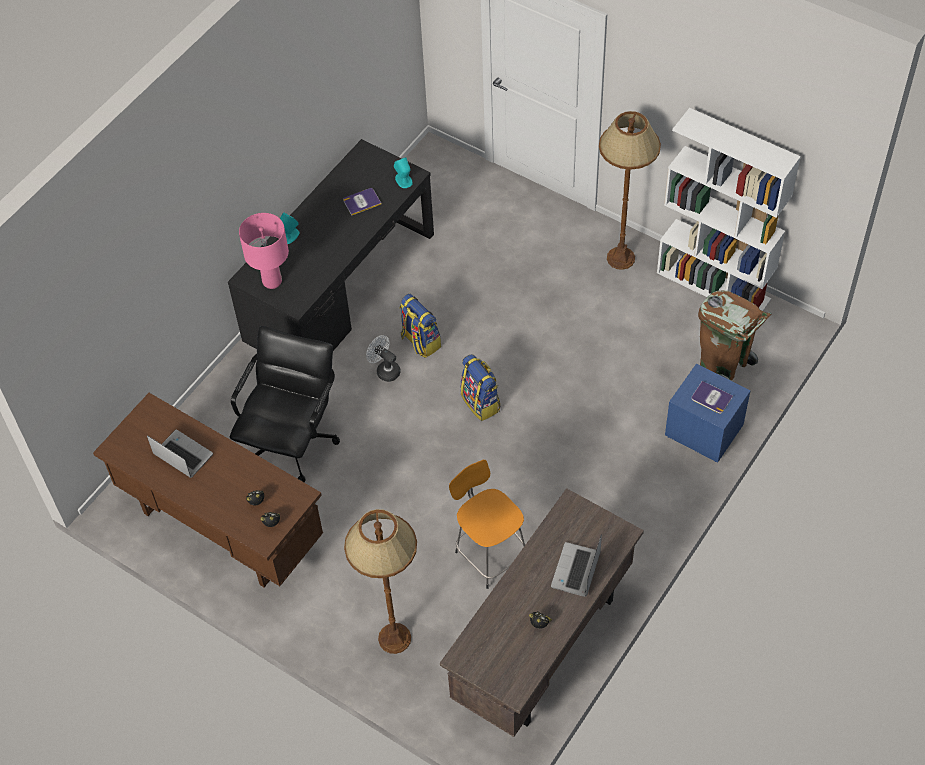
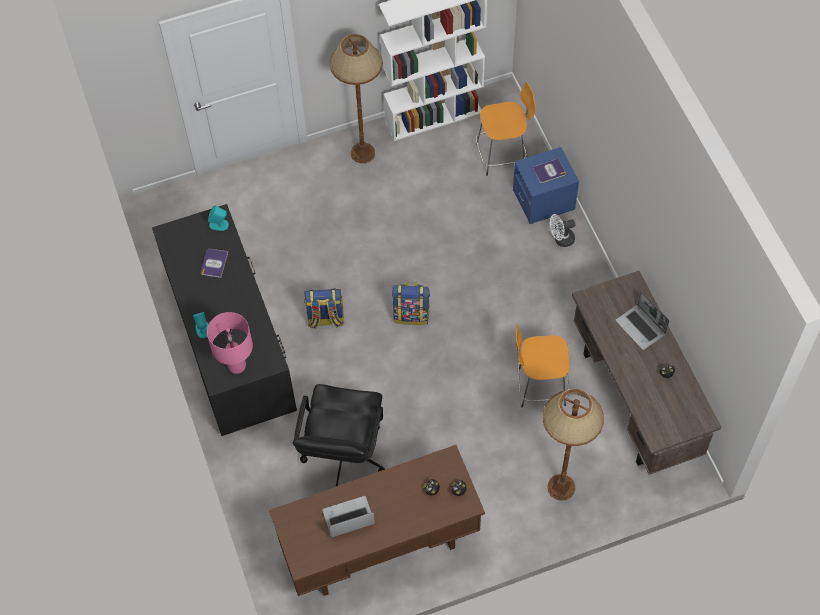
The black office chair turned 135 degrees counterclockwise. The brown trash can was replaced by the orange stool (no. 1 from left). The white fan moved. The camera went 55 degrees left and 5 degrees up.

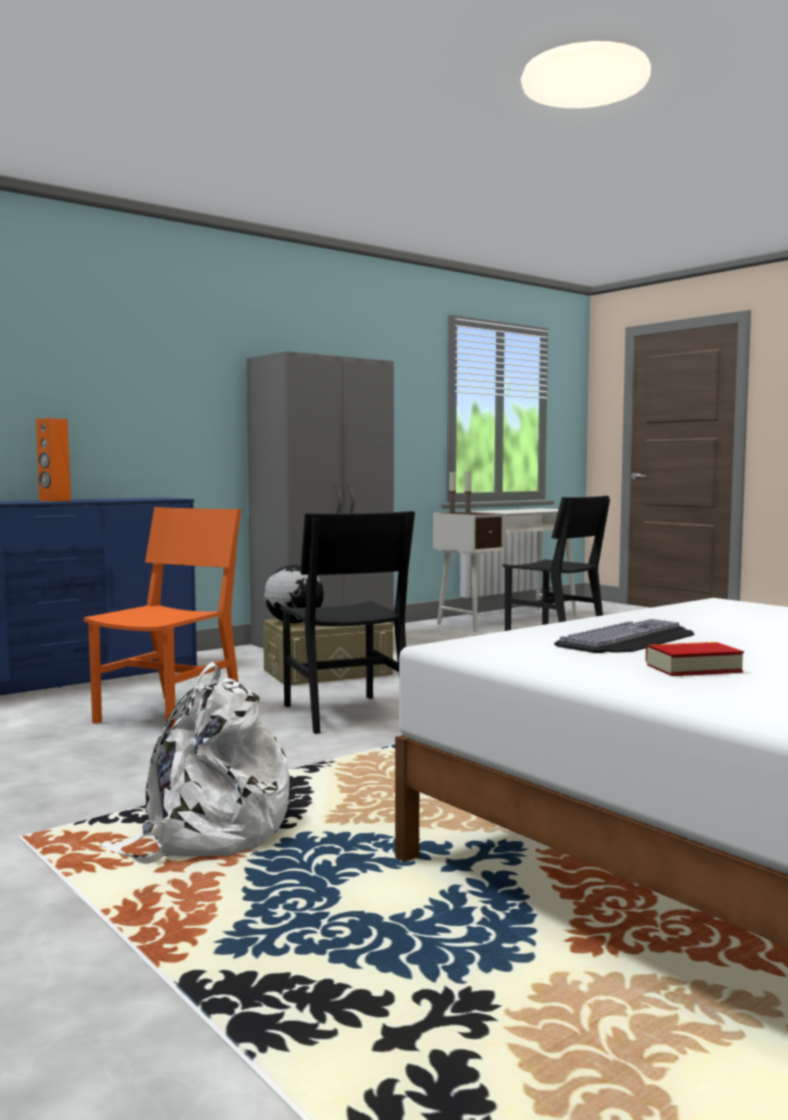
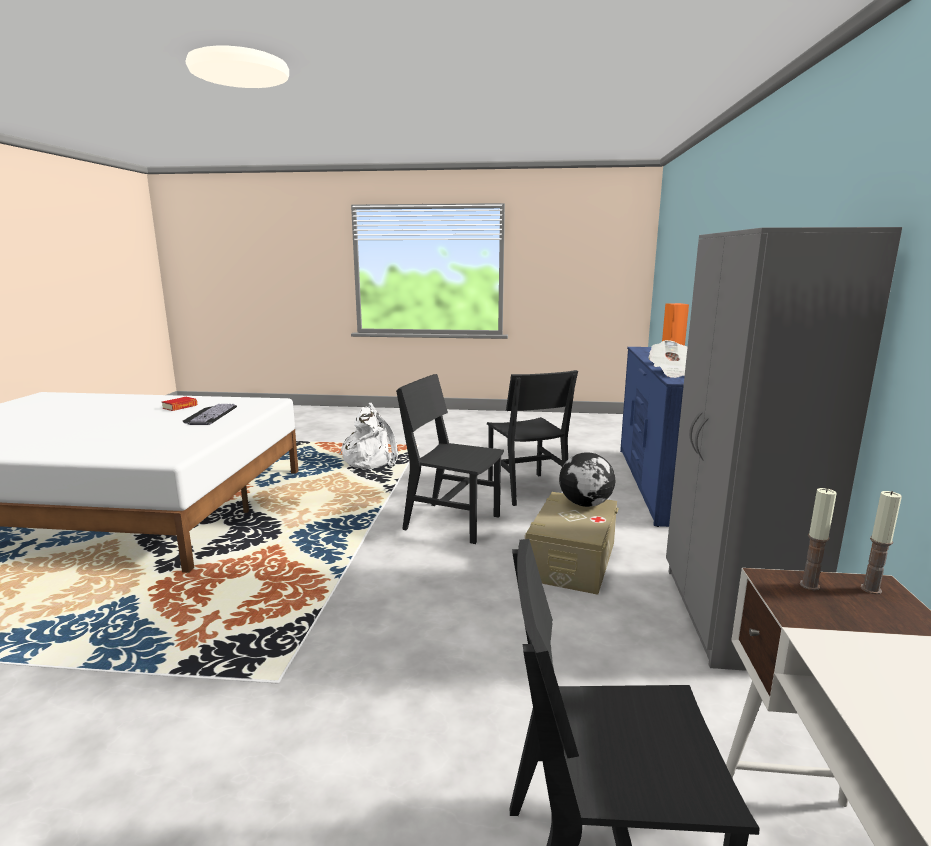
The orange chair became the black chair (no. 2 from left). The newspaper appeared. The camera went 135 degrees right and 10 degrees up.

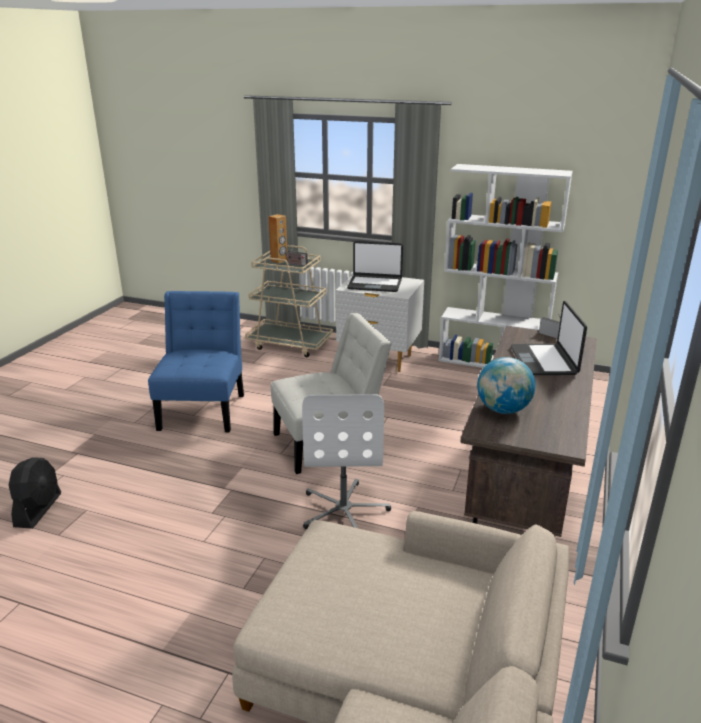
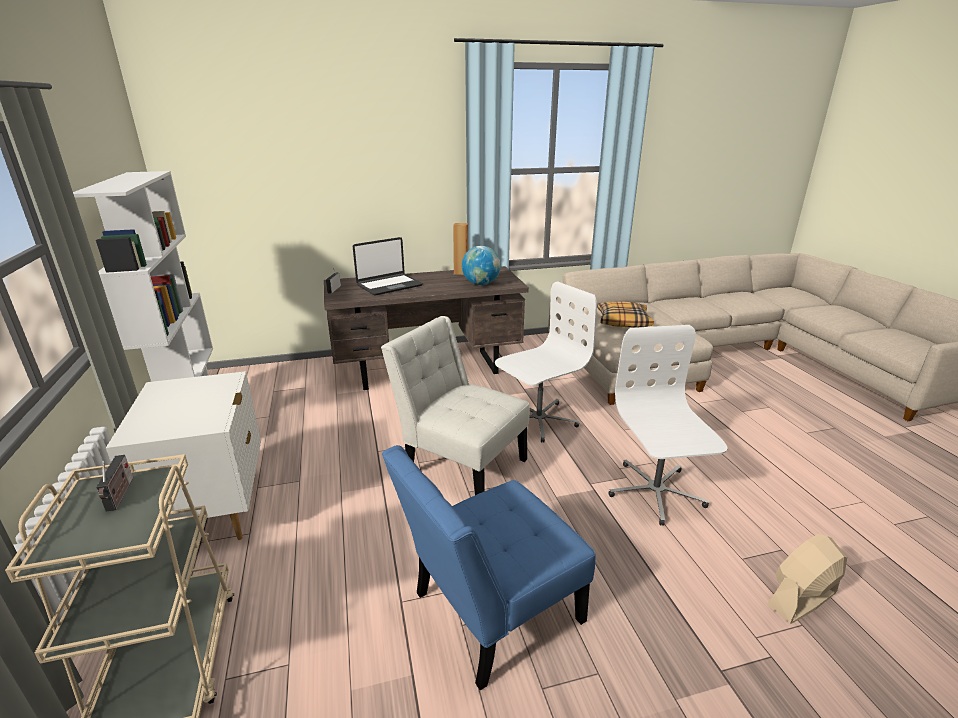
The brown speaker moved. The pillow appeared. The white office chair (no. 2 from left) appeared. The black fan became the beige fan. The laptop (no. 1 from left) disappeared. The camera went 125 degrees left and 0 degrees up.

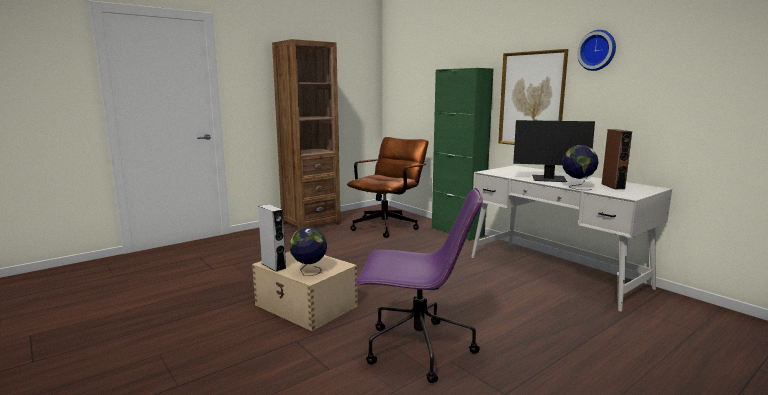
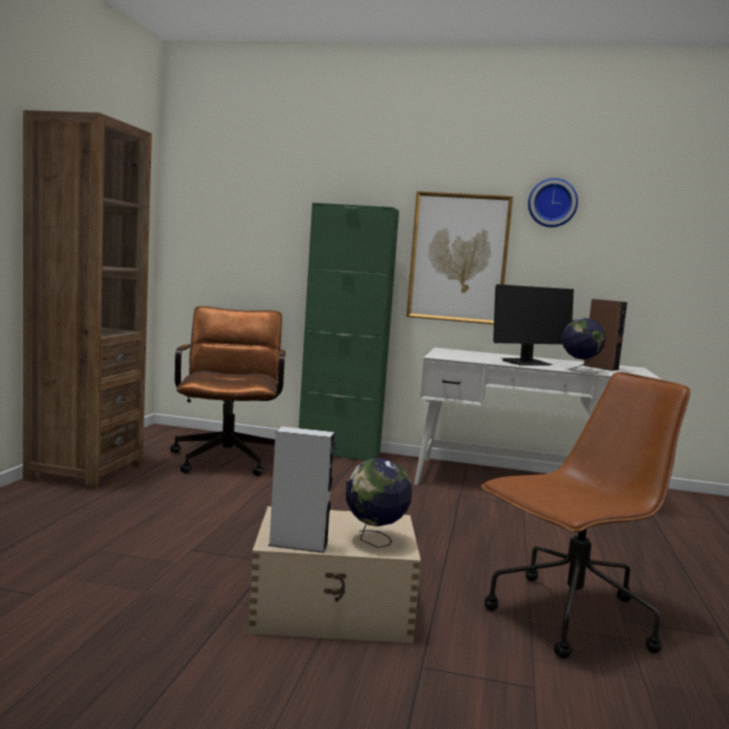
The purple office chair became the brown office chair (no. 2 from left). The camera went 40 degrees left and 5 degrees down.

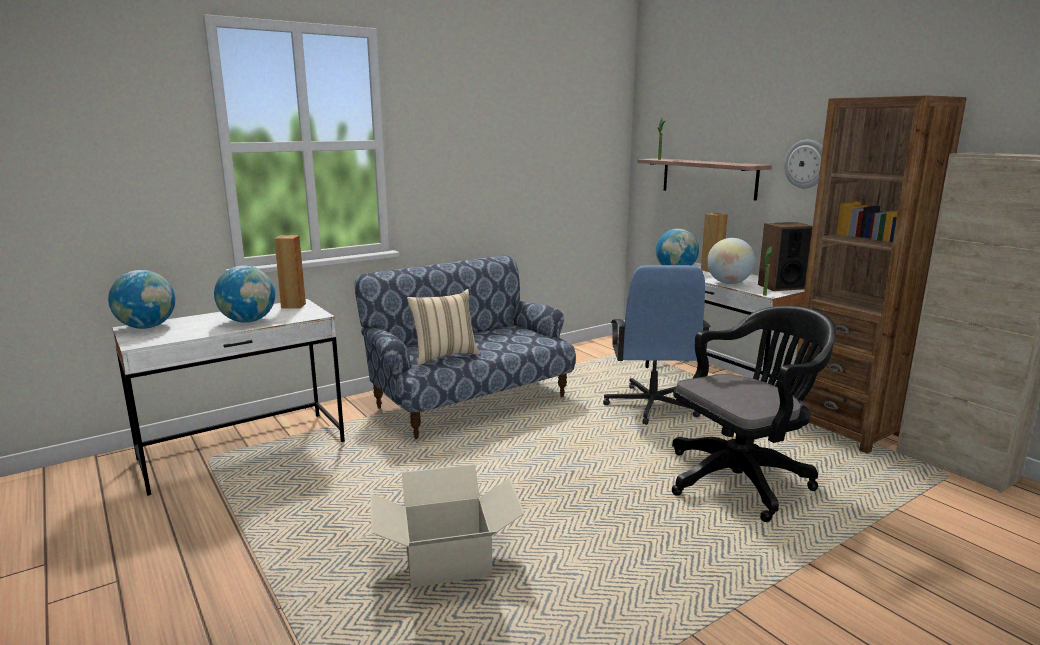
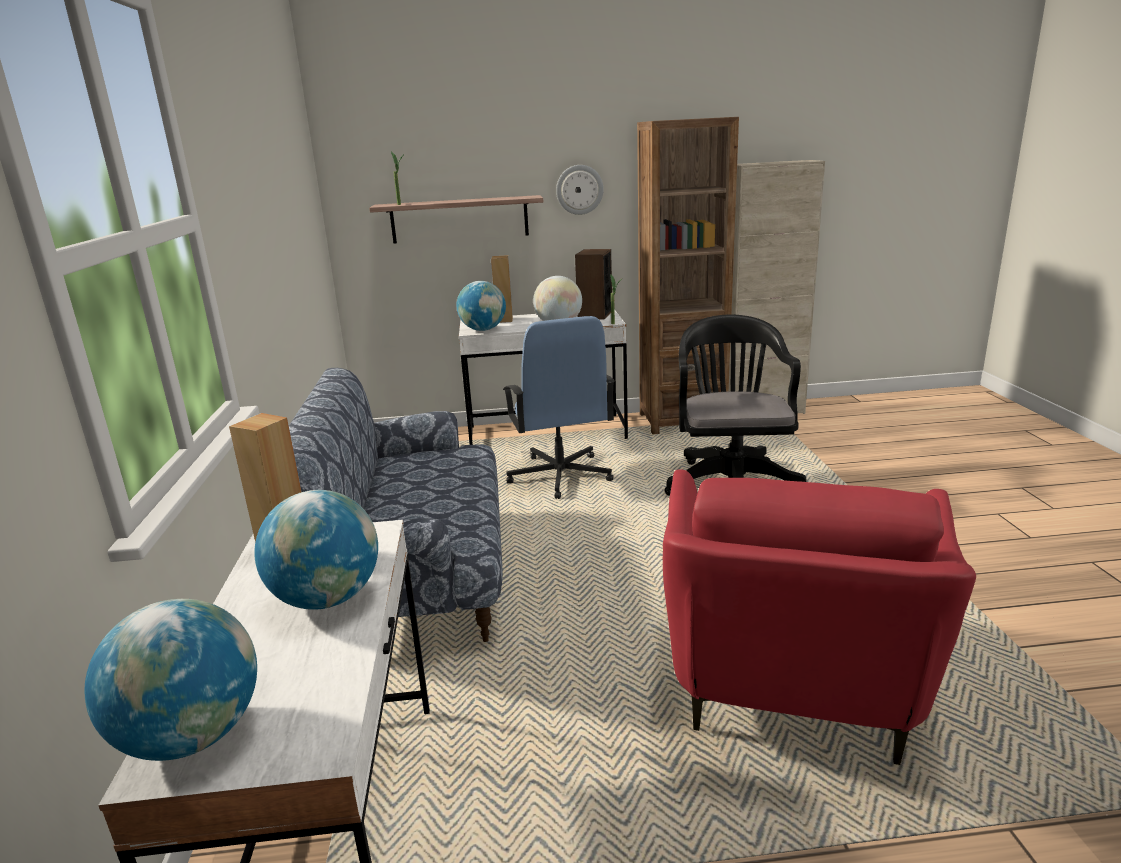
The blue office chair turned 45 degrees clockwise. The cardboard box was replaced by the red armchair. The beige pillow disappeared. The camera went 60 degrees left and 5 degrees up.

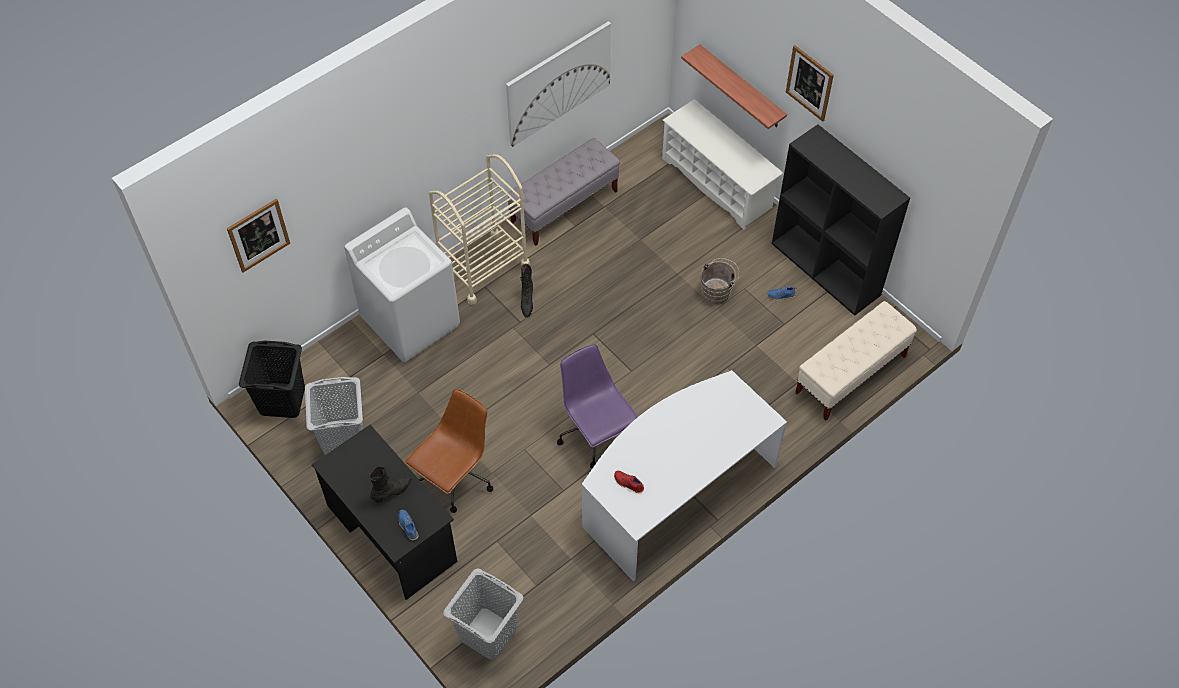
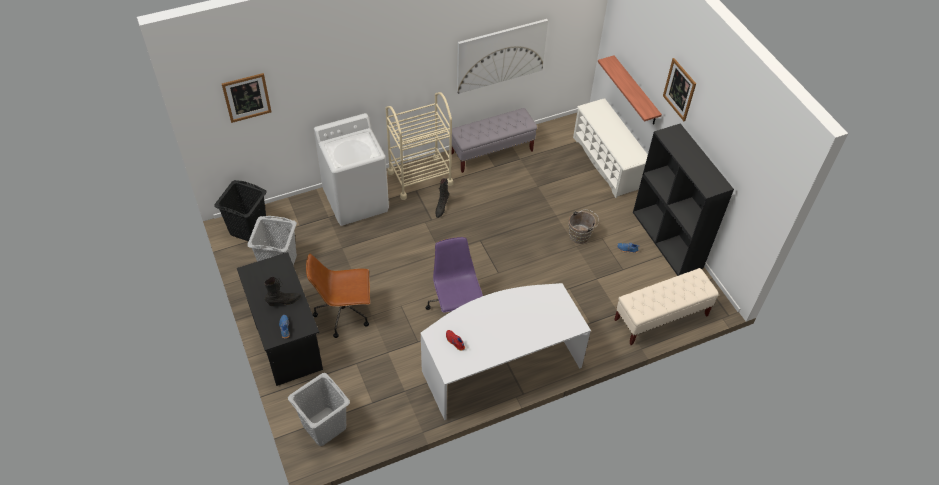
The brown office chair turned 150 degrees counterclockwise. The camera went 15 degrees right and 5 degrees down.

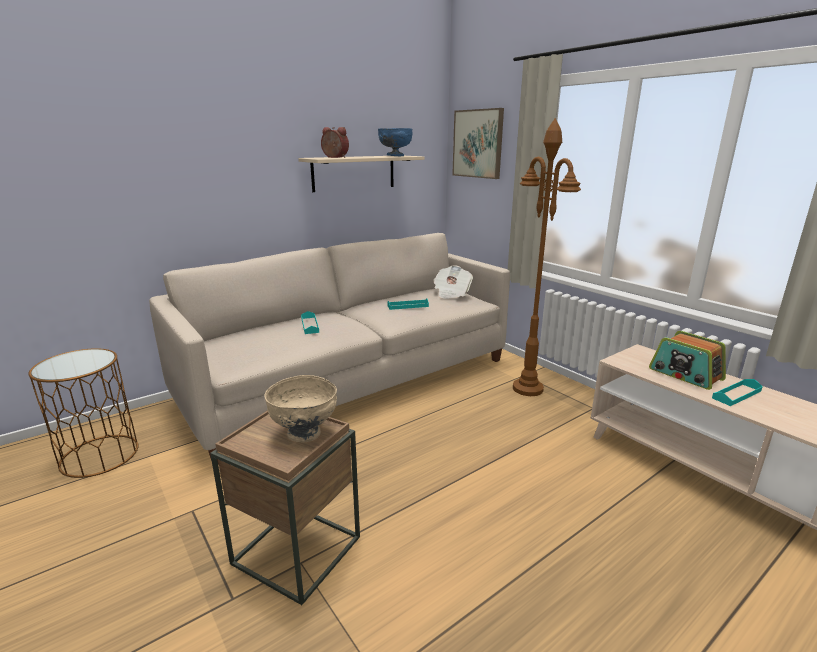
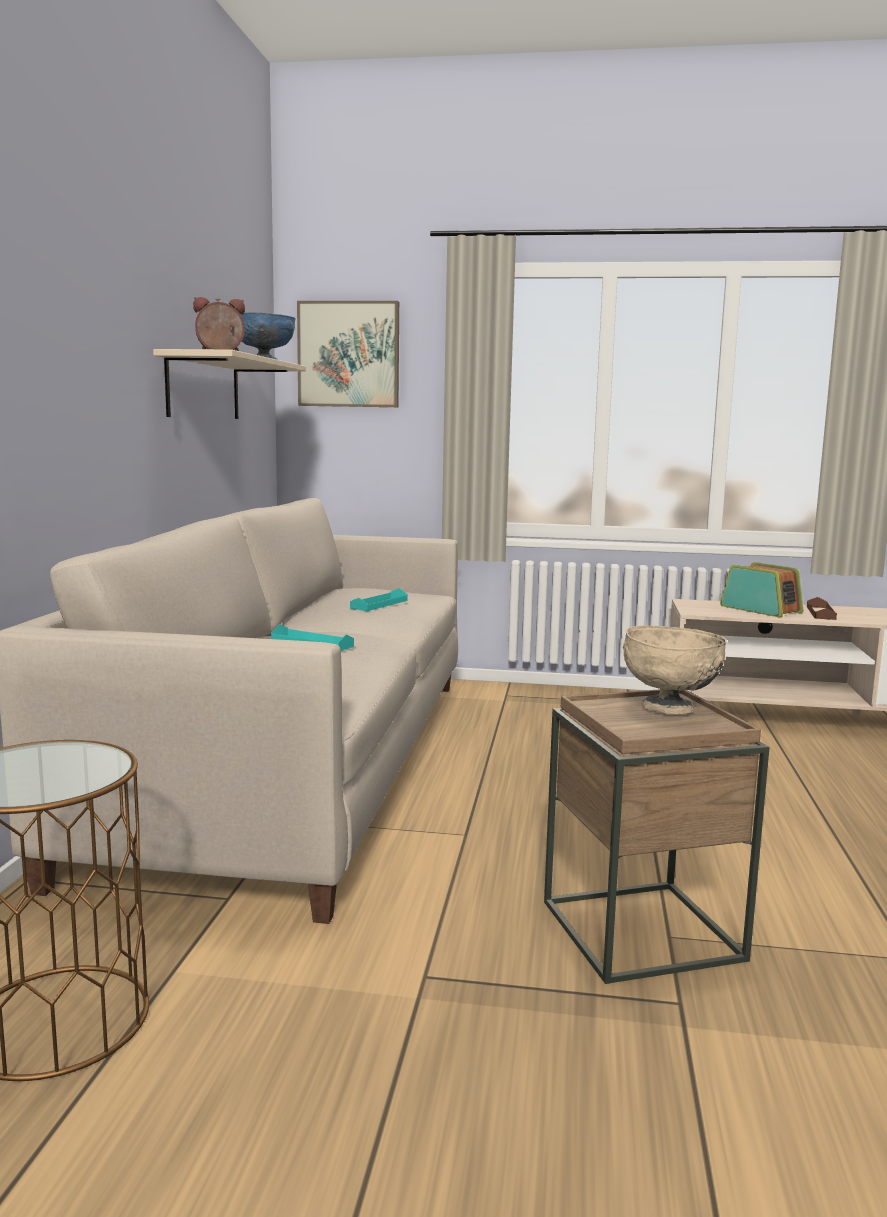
The radio turned 135 degrees counterclockwise. The turquoise tray (no. 3 from left) became the brown tray. The newspaper disappeared. The brown floor lamp disappeared. The camera went 45 degrees left and 10 degrees down.

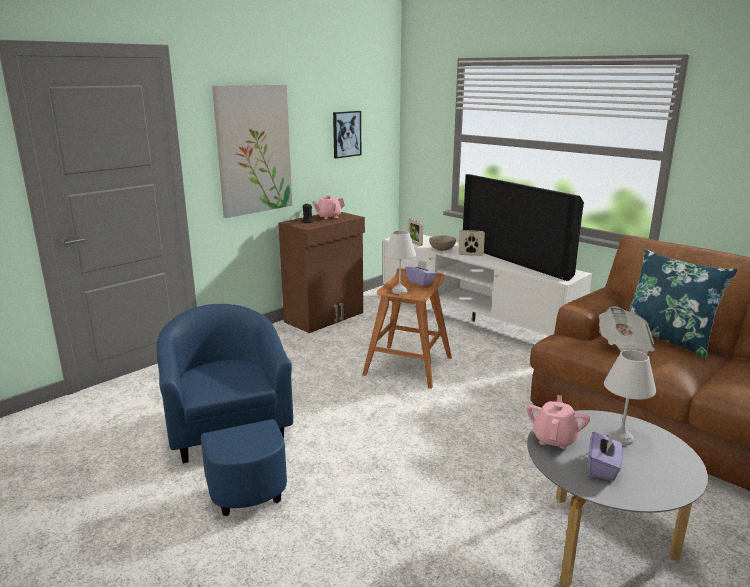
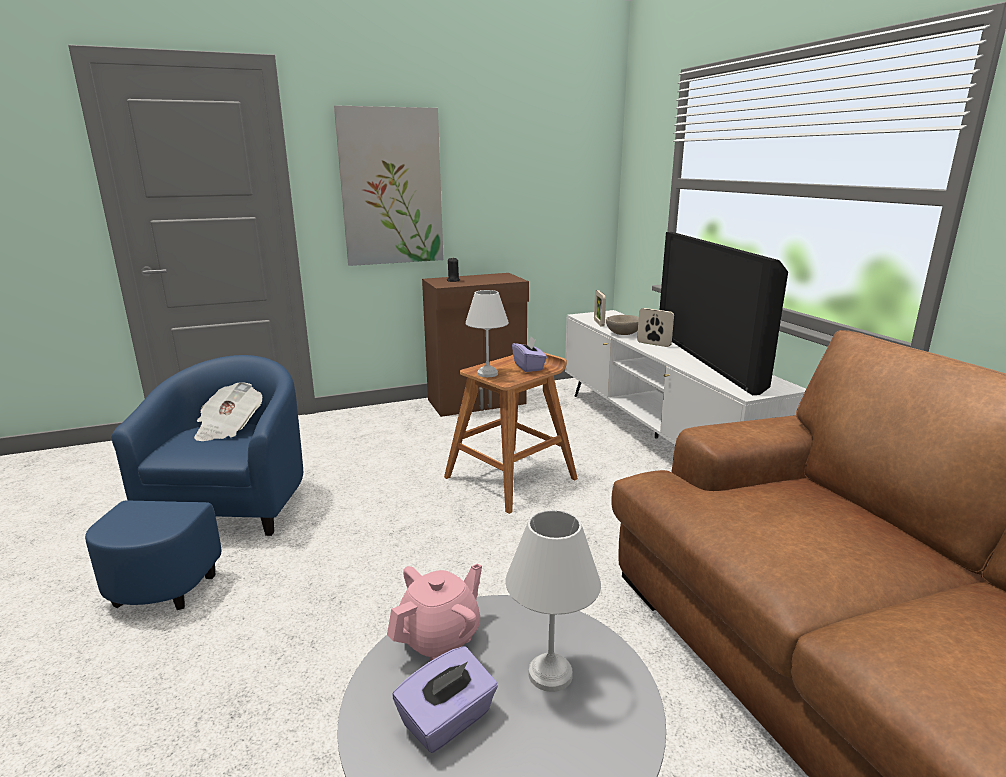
The newspaper moved. The pink teapot (no. 1 from left) disappeared. The picture (no. 2 from left) disappeared. The blue pillow disappeared. The camera went 25 degrees right and 0 degrees up.

